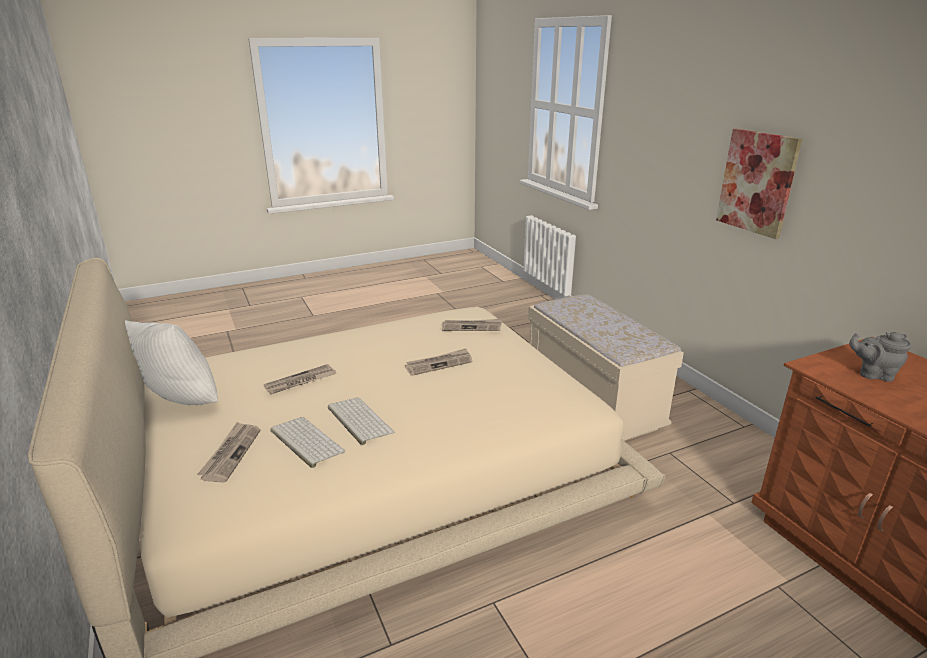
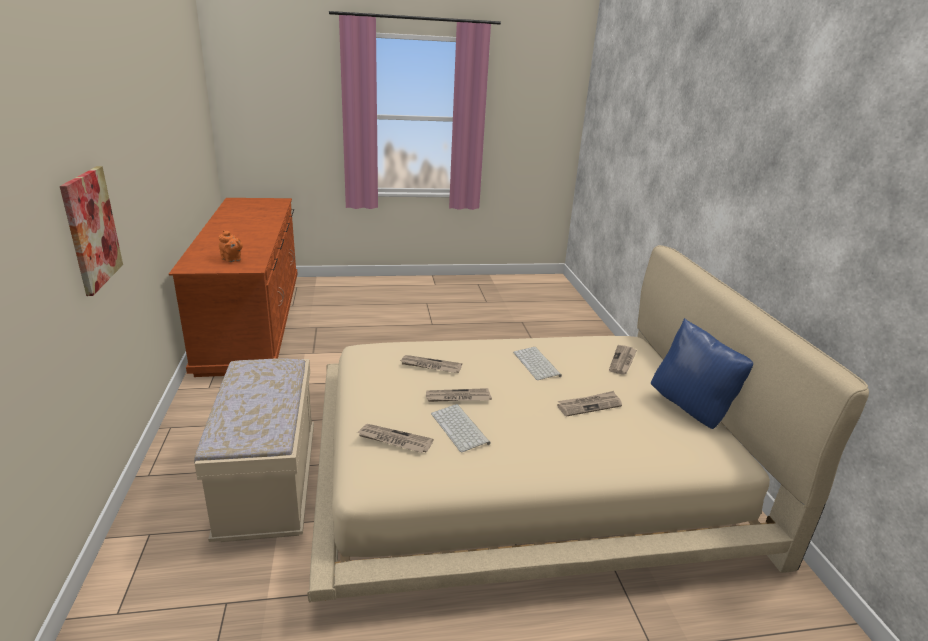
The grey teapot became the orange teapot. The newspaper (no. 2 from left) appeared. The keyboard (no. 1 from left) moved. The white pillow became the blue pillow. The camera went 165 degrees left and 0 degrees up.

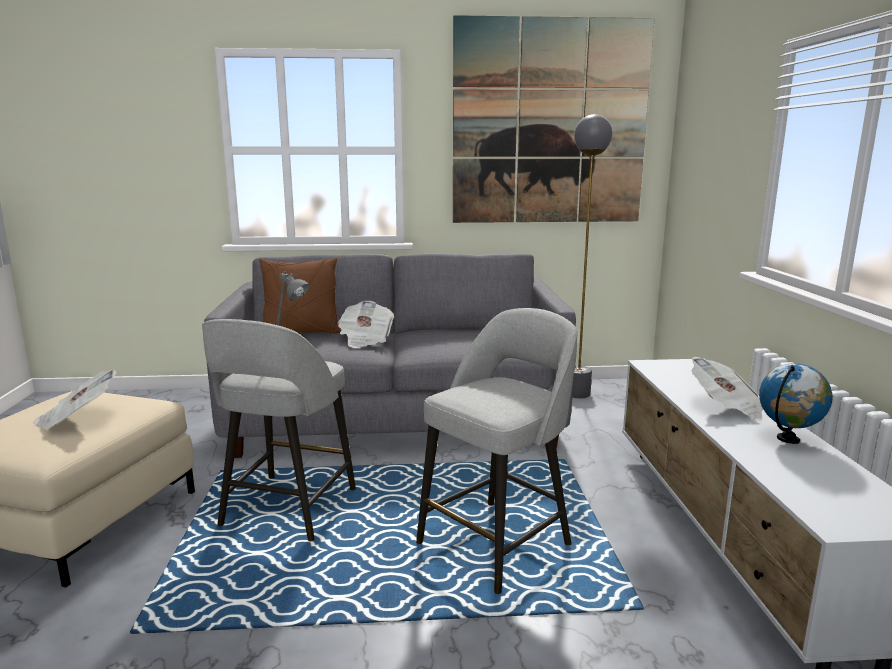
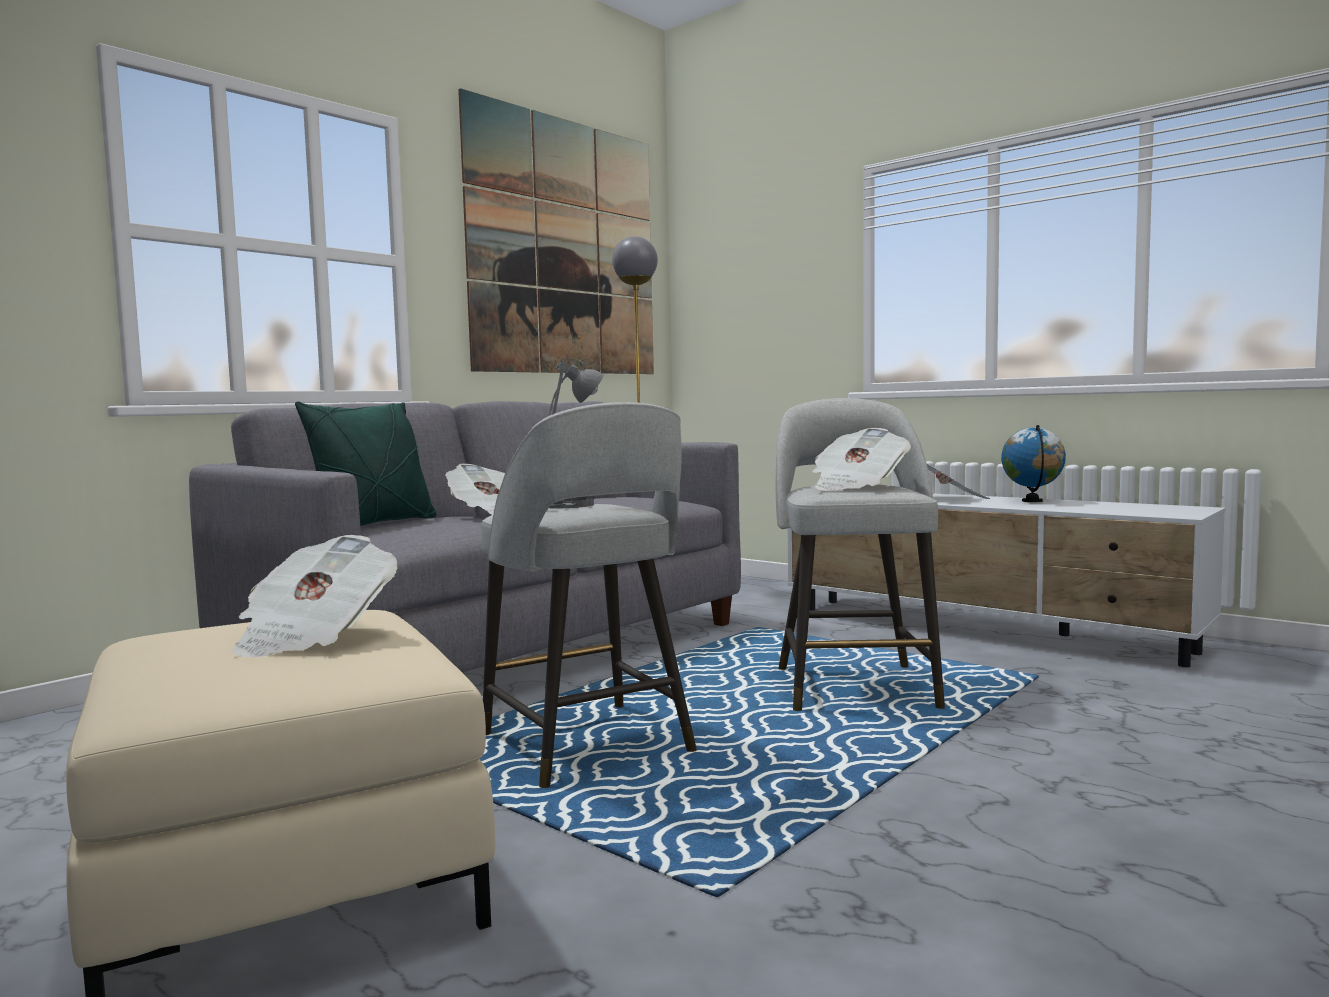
The brown pillow became the green pillow. The newspaper (no. 3 from left) appeared. The camera went 45 degrees left and 10 degrees down.

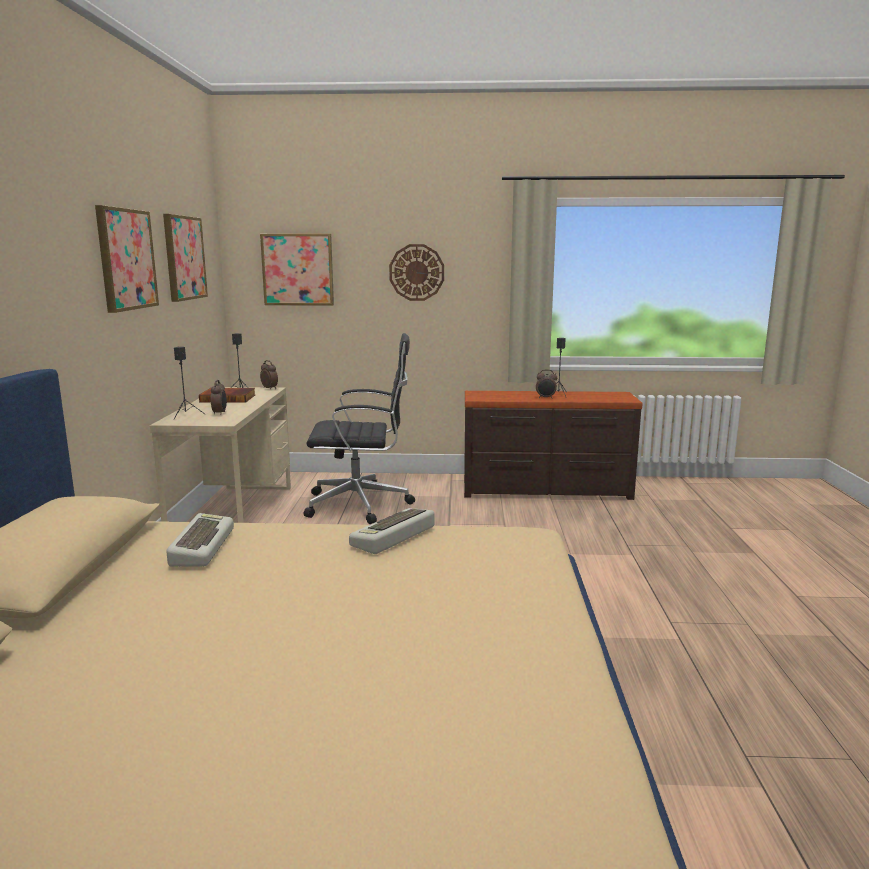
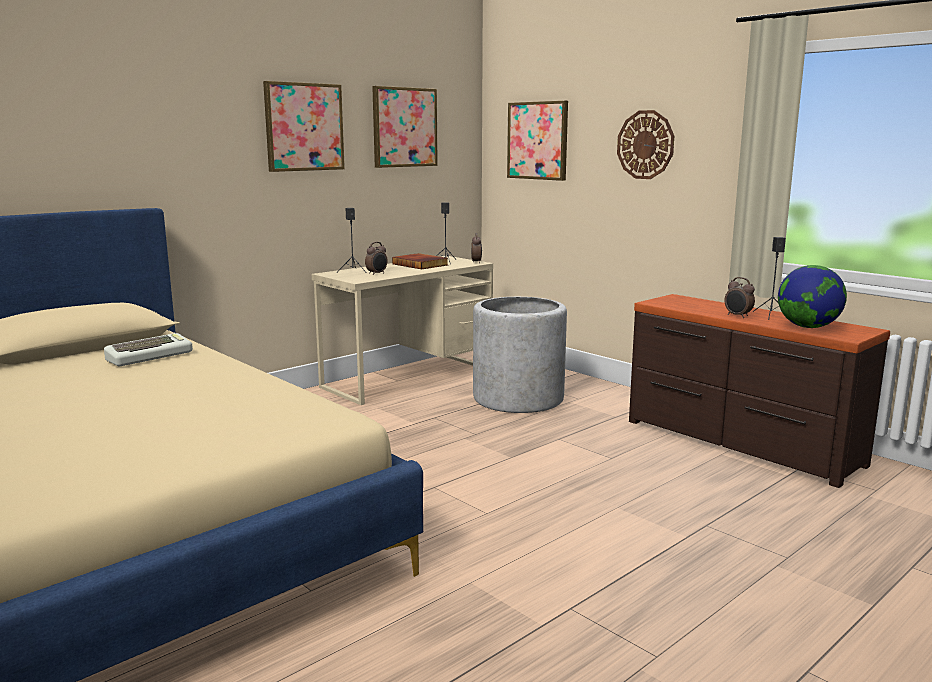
The black office chair was replaced by the grey planter. The globe appeared. The keyboard (no. 2 from left) disappeared. The camera went 45 degrees right and 0 degrees up.

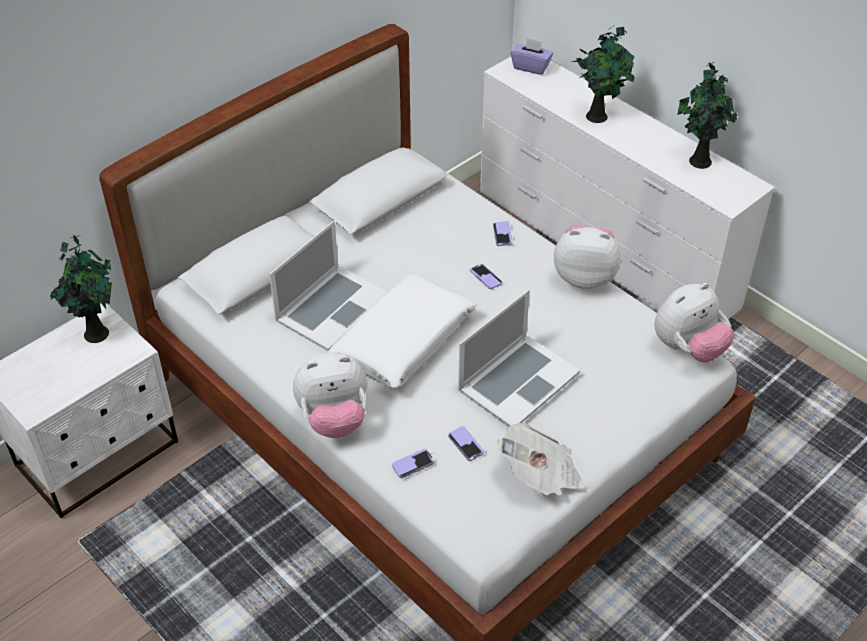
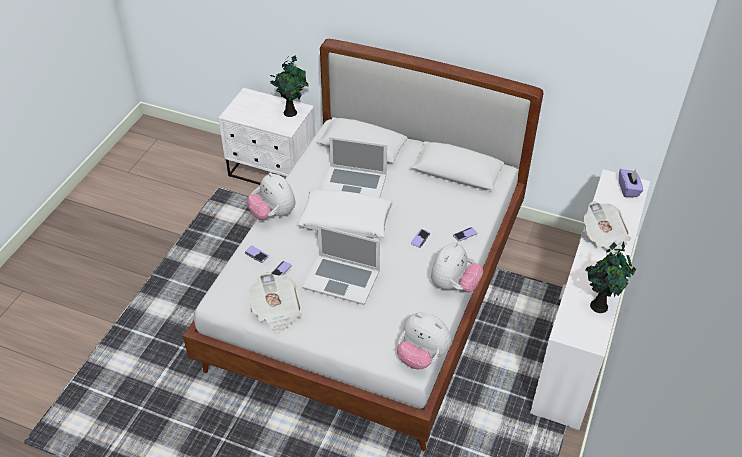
The plush toy (no. 2 from left in the first image) turned 45 degrees clockwise. The potted plant (no. 2 from left) was replaced by the newspaper (no. 2 from left). The camera went 65 degrees right and 0 degrees up.

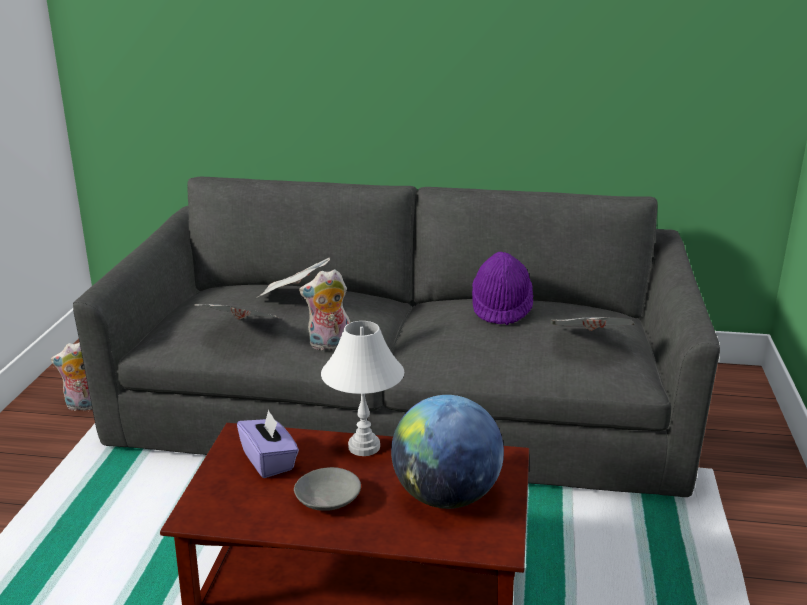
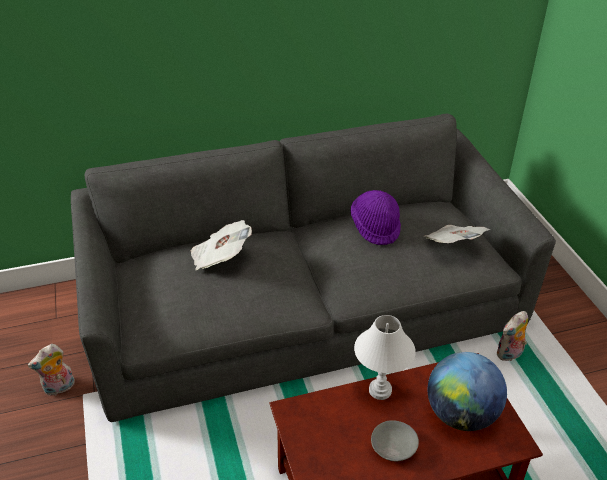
The plush toy (no. 2 from left) moved. The newspaper (no. 1 from left) disappeared. The purple tissue box disappeared. The camera went 25 degrees left and 15 degrees up.

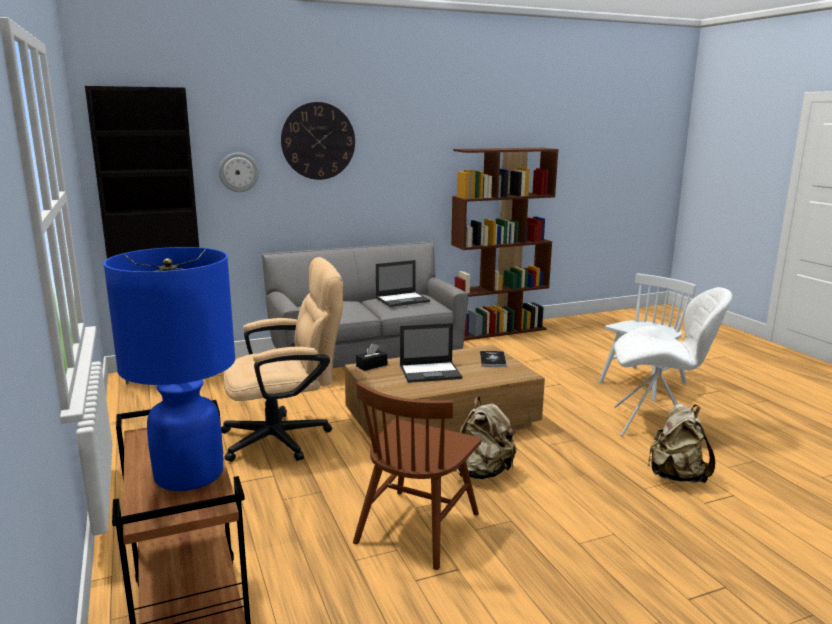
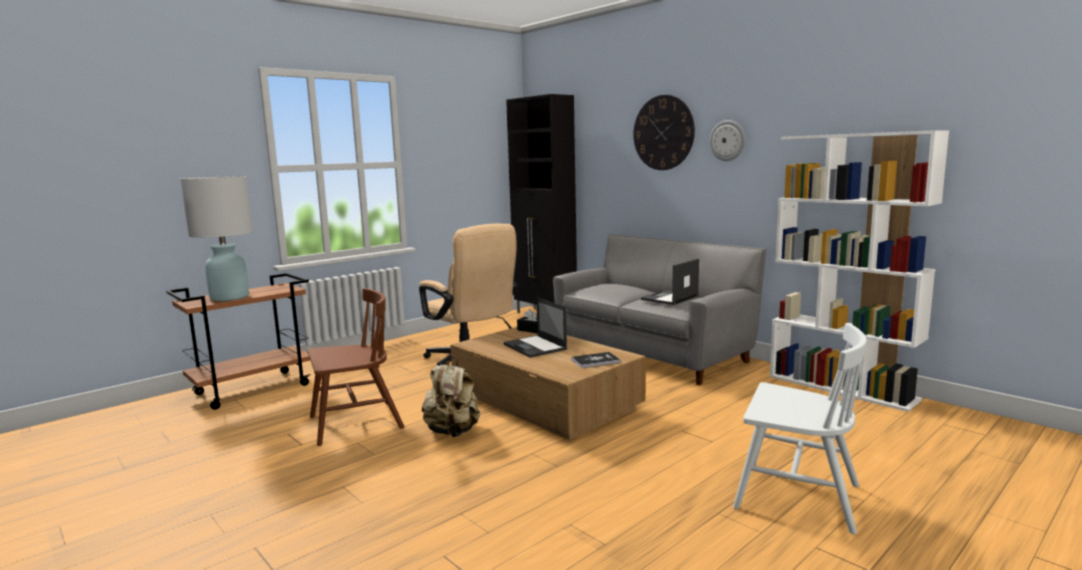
The blue table lamp became the white table lamp. The brown chair turned 150 degrees clockwise. The laptop (no. 1 from left in the first image) turned 90 degrees clockwise. The wall clock (no. 1 from left in the first image) moved. The brown bookcase became the white bookcase. The white chair (no. 2 from left) disappeared. The beige backpack (no. 2 from left) disappeared. The camera went 70 degrees right and 5 degrees down.

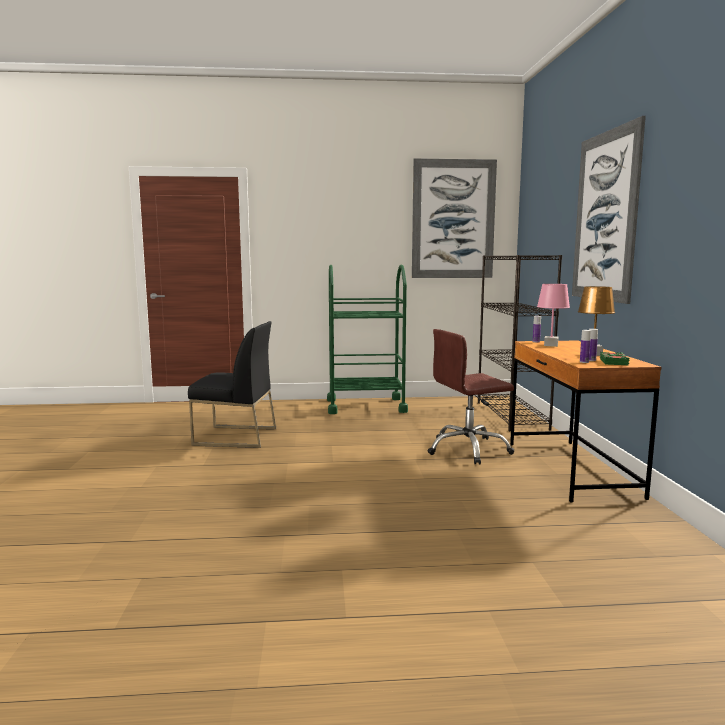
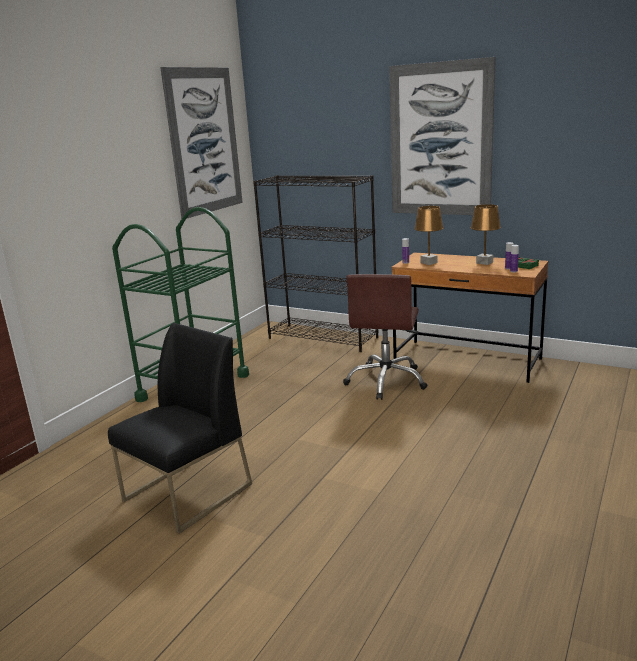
The pink table lamp became the brown table lamp (no. 1 from left). The camera went 55 degrees left and 10 degrees up.

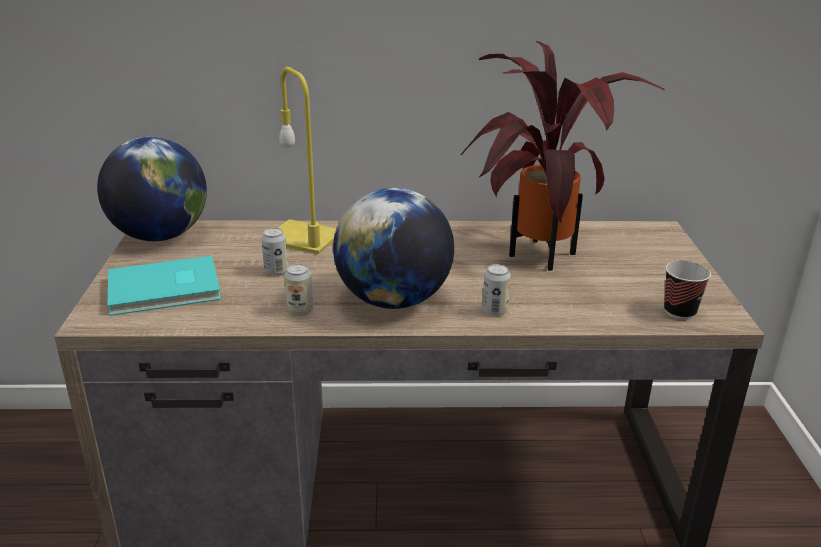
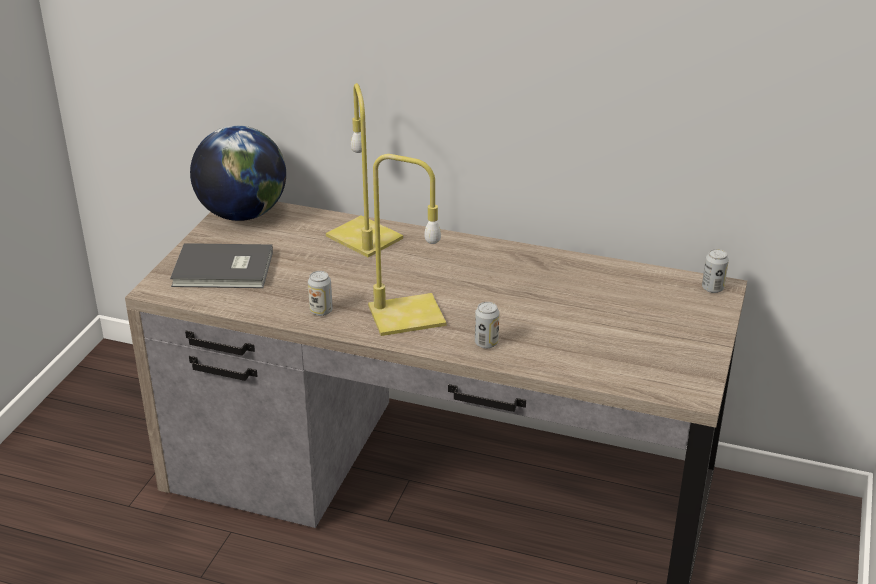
The turquoise book became the grey book. The globe (no. 2 from left) was replaced by the yellow table lamp (no. 2 from left). The can (no. 1 from left in the first image) moved. The potted plant disappeared. The cup disappeared. The camera went 20 degrees right and 5 degrees up.

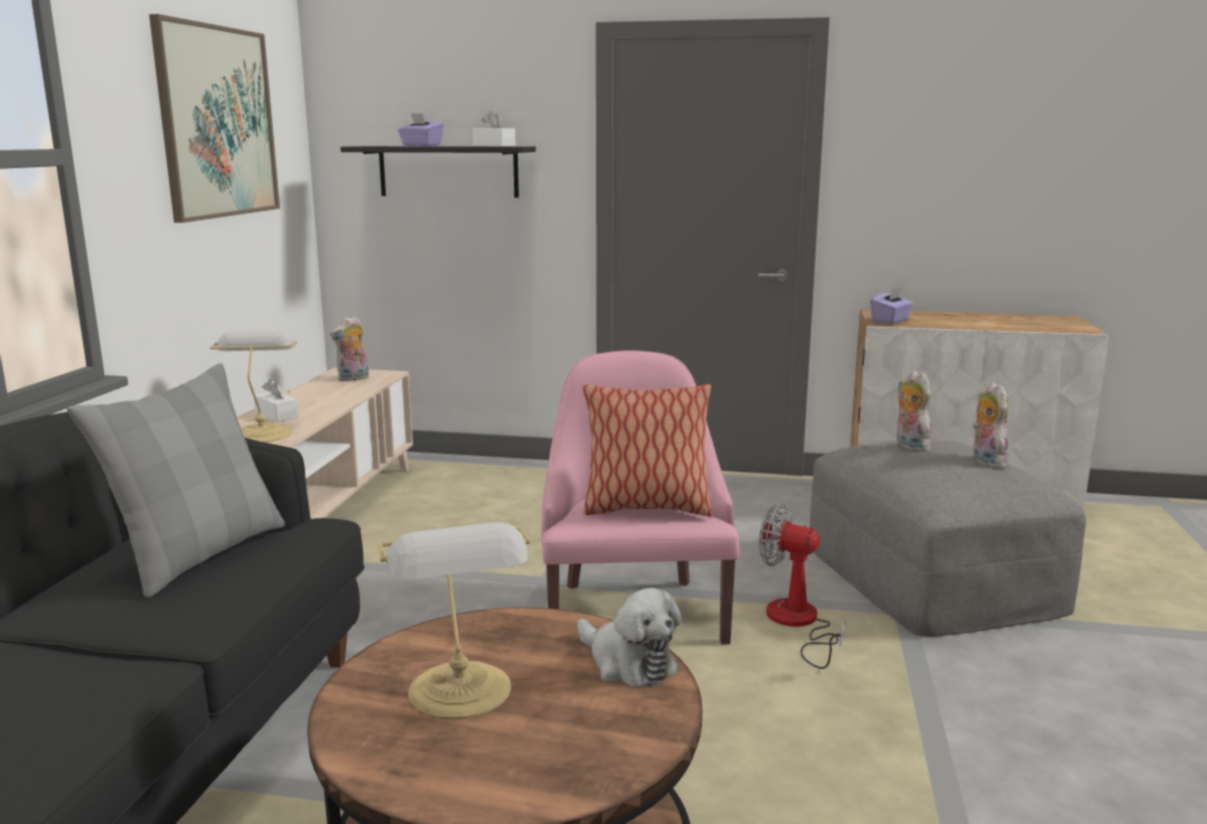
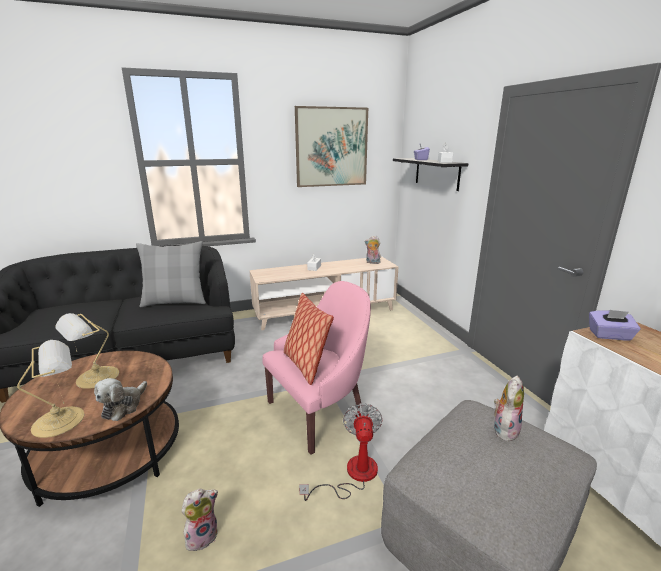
The table lamp (no. 1 from left) moved. The plush toy (no. 4 from left in the first image) moved. The camera went 60 degrees right and 5 degrees up.

